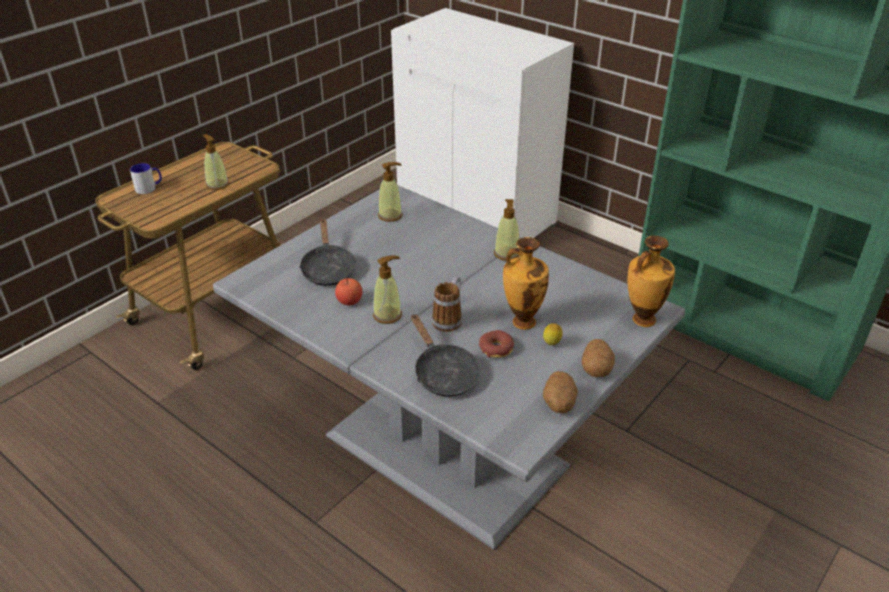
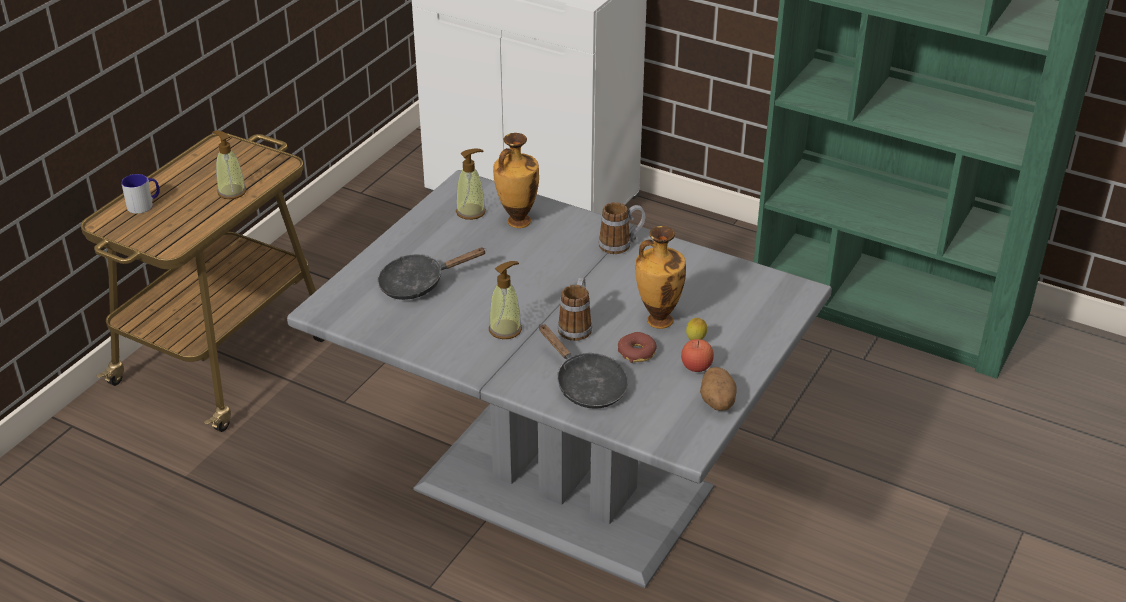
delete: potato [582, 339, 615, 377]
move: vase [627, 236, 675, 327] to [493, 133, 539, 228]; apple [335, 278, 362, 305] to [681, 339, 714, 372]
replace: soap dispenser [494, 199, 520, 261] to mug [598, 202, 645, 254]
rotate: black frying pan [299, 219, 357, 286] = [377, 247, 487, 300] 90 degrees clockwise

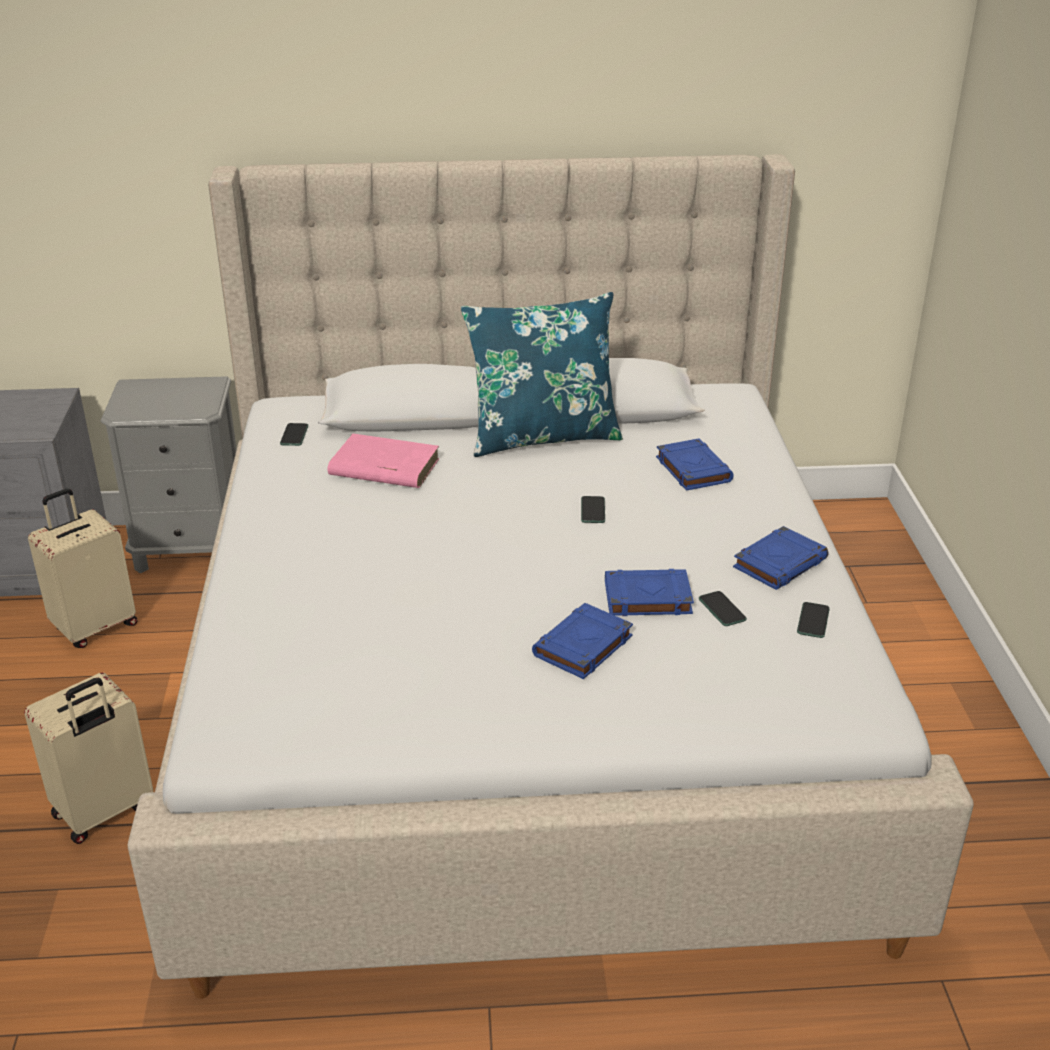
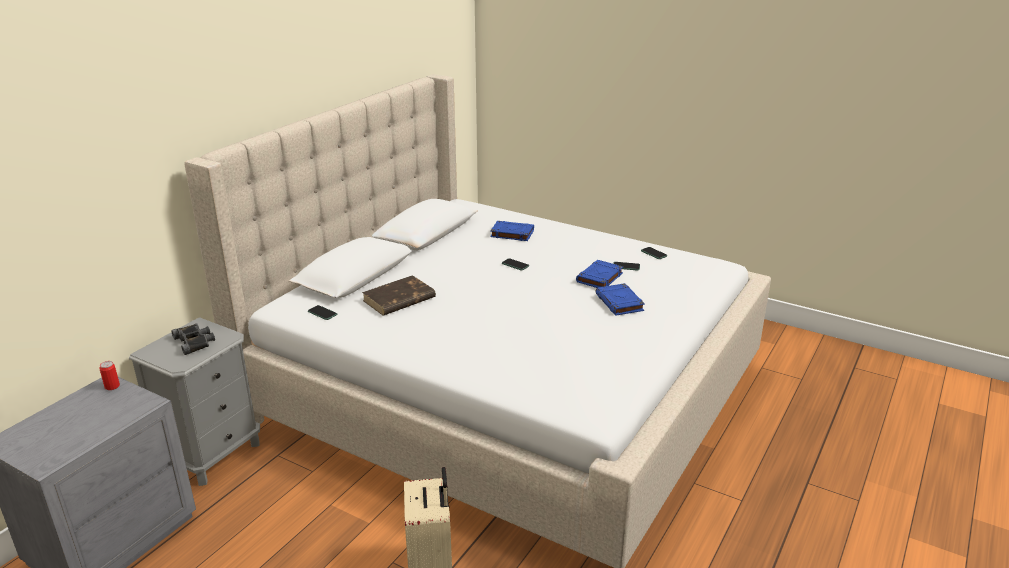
delete: beige suitcase [28, 489, 137, 648]; blue pillow [461, 292, 623, 457]; blue book [733, 526, 828, 590]
insert: can [100, 361, 120, 390]; black binoculars [171, 323, 215, 355]
recolor: pink book [328, 434, 440, 488] to brown book [362, 275, 436, 316]

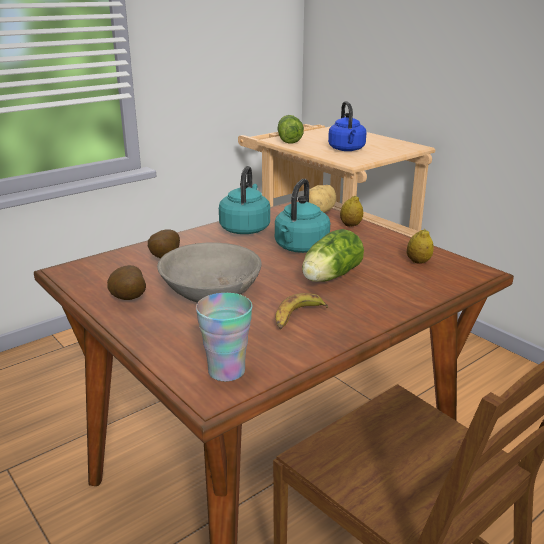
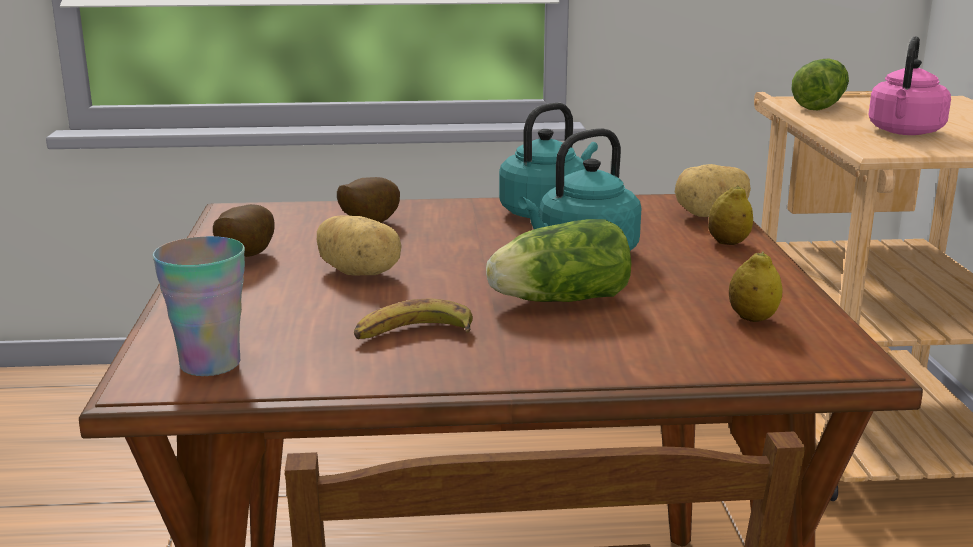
replace: grey bowl [157, 242, 262, 303] to potato [317, 215, 402, 276]
recolor: blue kettle [328, 101, 366, 151] to pink kettle [868, 36, 951, 135]

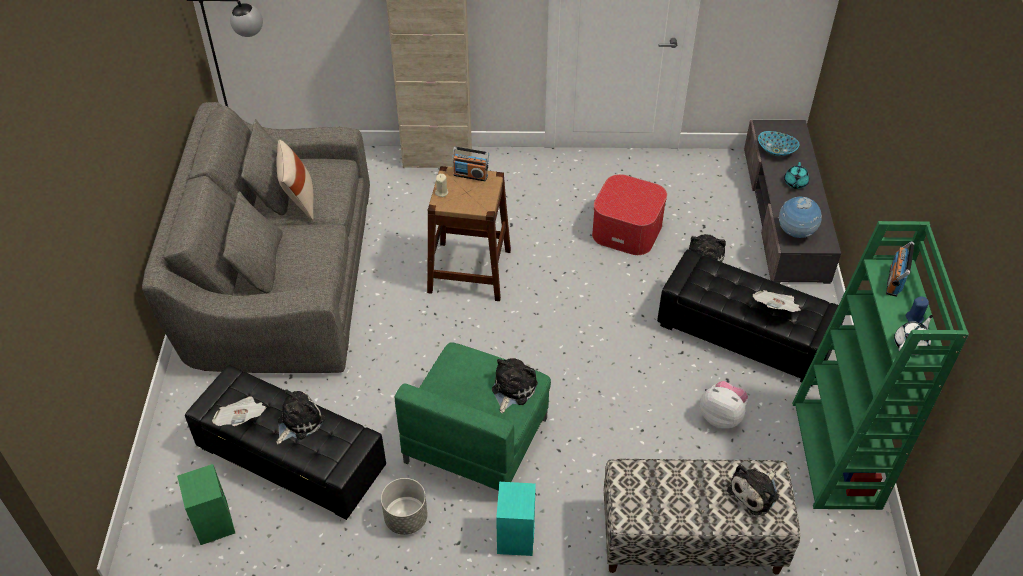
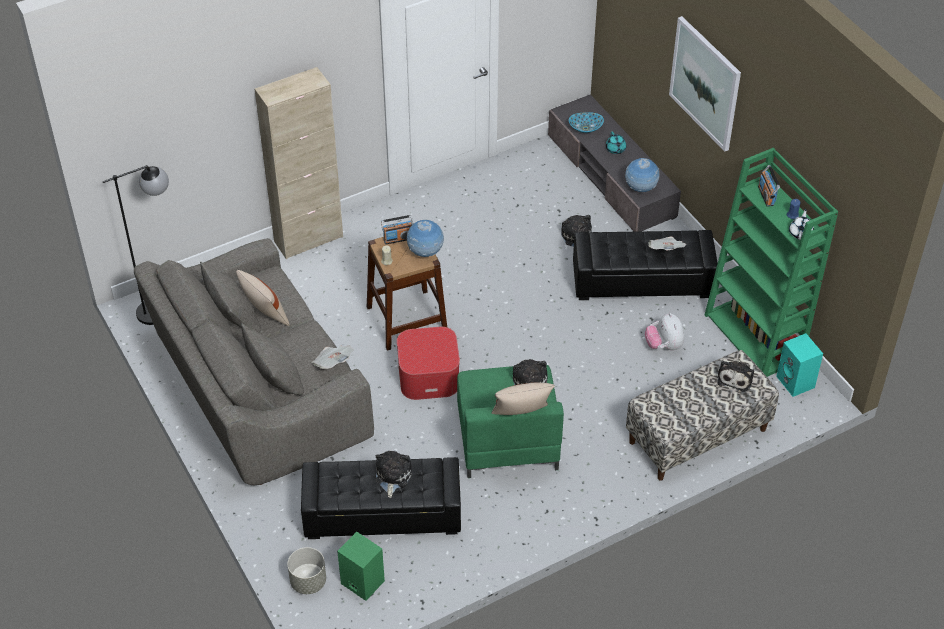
insert: globe [407, 220, 444, 257]; beige pillow [492, 383, 555, 415]; picture [669, 16, 741, 151]
move: grey planter [381, 478, 428, 535] to [287, 547, 326, 594]; newspaper [212, 396, 267, 426] to [311, 345, 354, 369]; ottoman [592, 174, 667, 255] to [397, 327, 460, 400]; turquoise speaker [496, 482, 536, 556] to [776, 333, 823, 397]
rotate: plush toy [700, 381, 748, 429] = [645, 313, 684, 350] 105 degrees counterclockwise

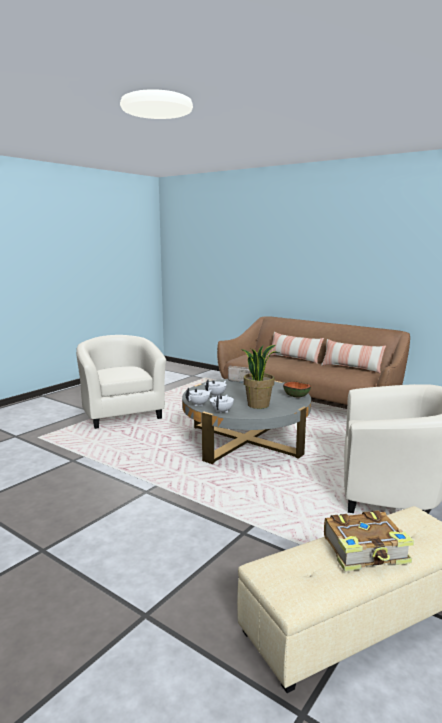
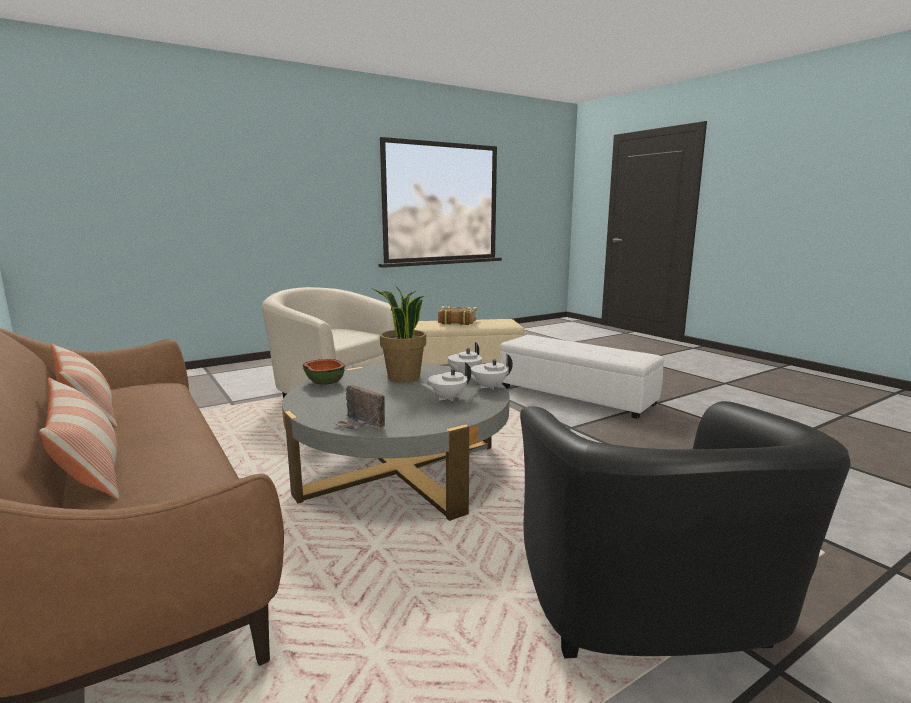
insert: white ottoman [500, 335, 664, 419]
recolor: beige armchair [76, 335, 166, 429] to black armchair [520, 401, 851, 658]

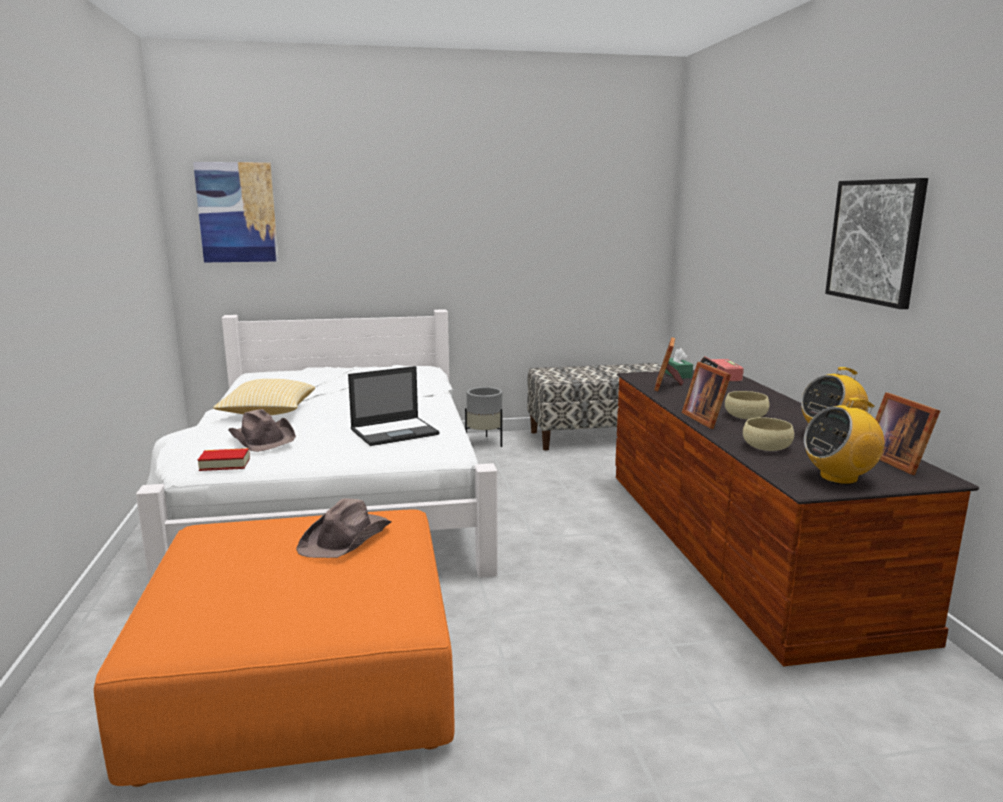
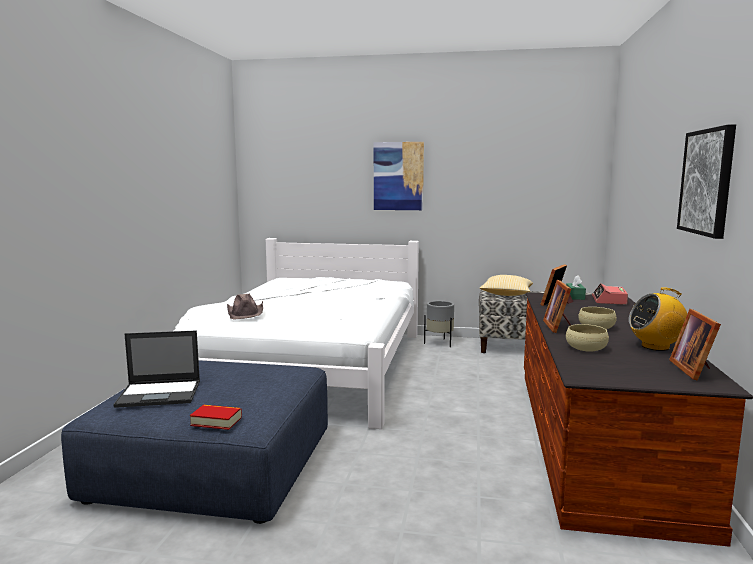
delete: brown hat [296, 498, 392, 558]; radio [804, 398, 884, 485]
move: laptop [348, 366, 440, 446] to [113, 330, 200, 408]; book [198, 448, 250, 471] to [190, 405, 242, 430]; picture [193, 162, 278, 262] to [374, 142, 424, 210]; pillow [213, 379, 315, 415] to [480, 275, 533, 296]
recolor: orange ottoman [94, 509, 454, 787] to blue ottoman [61, 360, 328, 524]

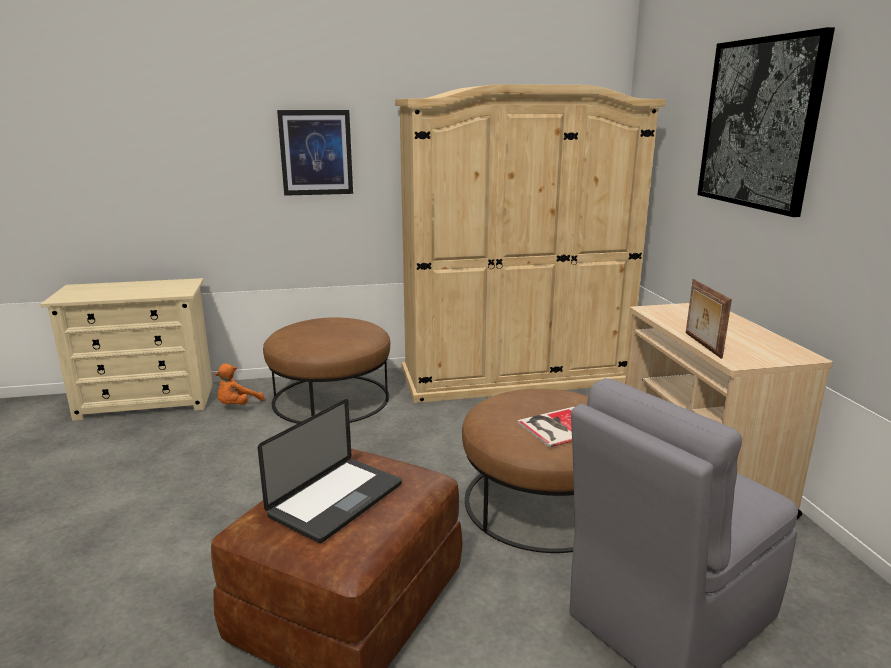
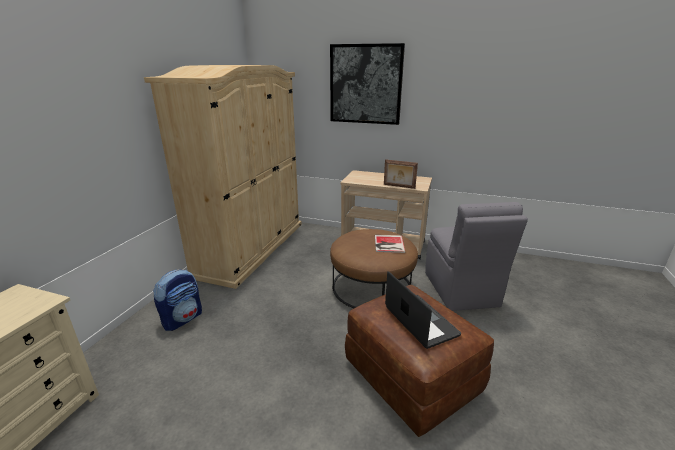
delete: orange plush toy [215, 363, 264, 405]; picture [277, 110, 353, 196]
replace: brown ottoman [263, 317, 390, 424] to backpack [153, 269, 202, 331]

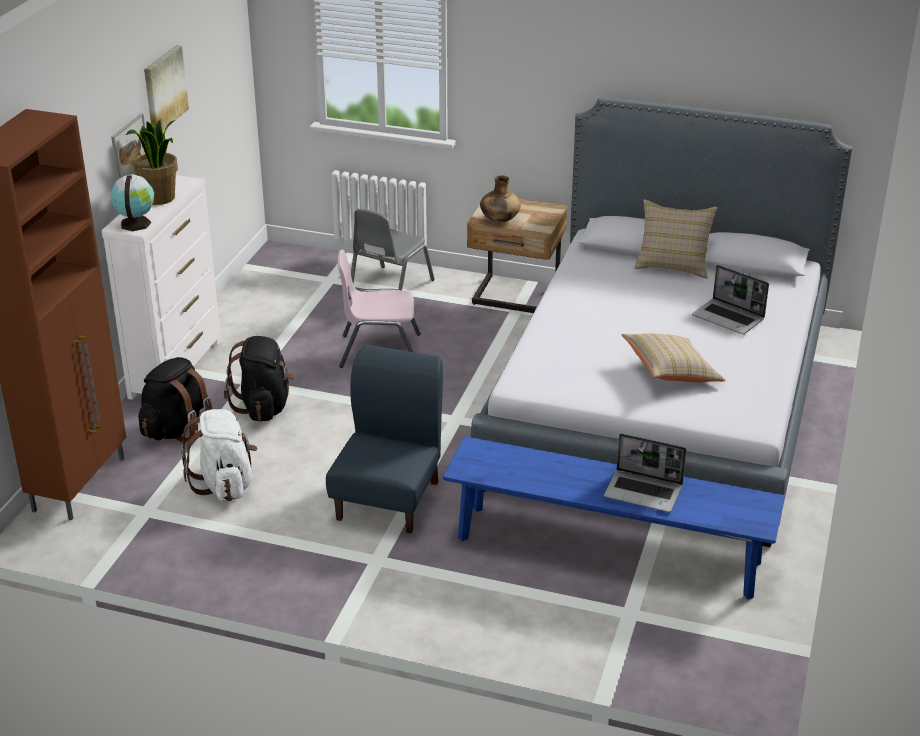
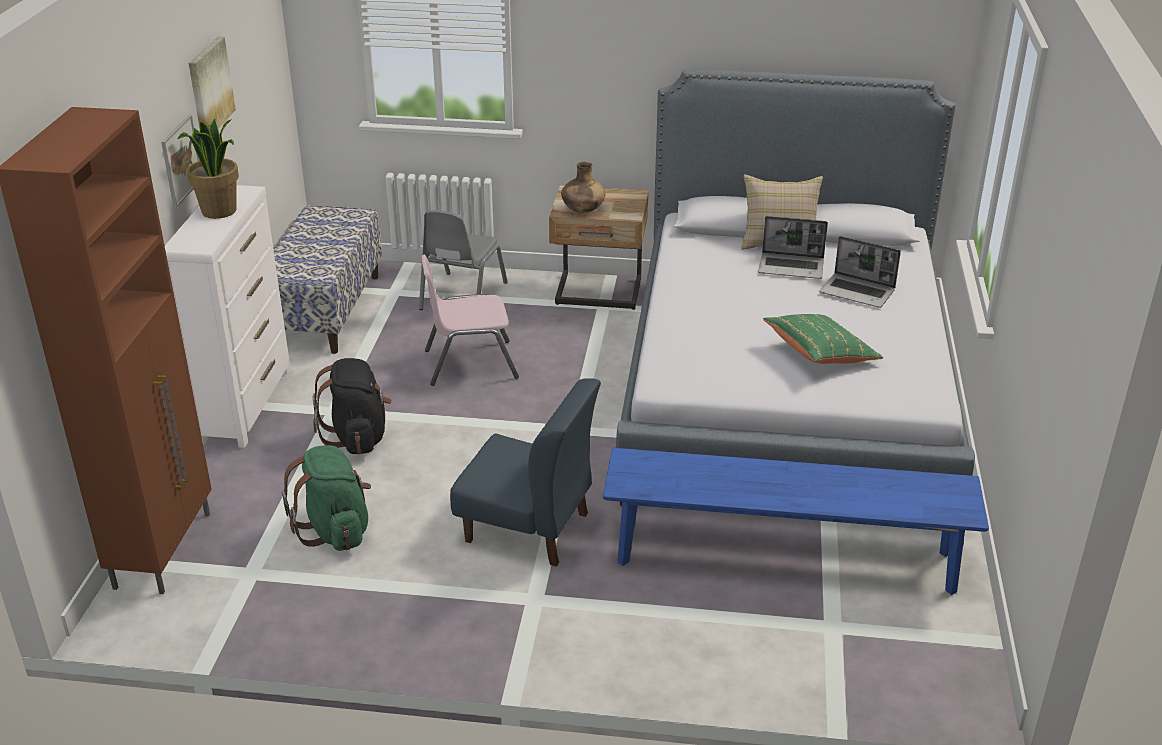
delete: globe [111, 174, 154, 231]; black backpack [138, 357, 212, 443]
insert: bench [274, 205, 382, 354]
move: laptop [604, 433, 686, 512] to [758, 216, 828, 279]
recolor: white backpack [181, 409, 257, 501] to green backpack [282, 445, 371, 551]; beige pillow [622, 333, 725, 383] to green pillow [763, 314, 883, 364]
rotate: blue chair [326, 345, 443, 533] = [450, 378, 601, 567] 105 degrees clockwise

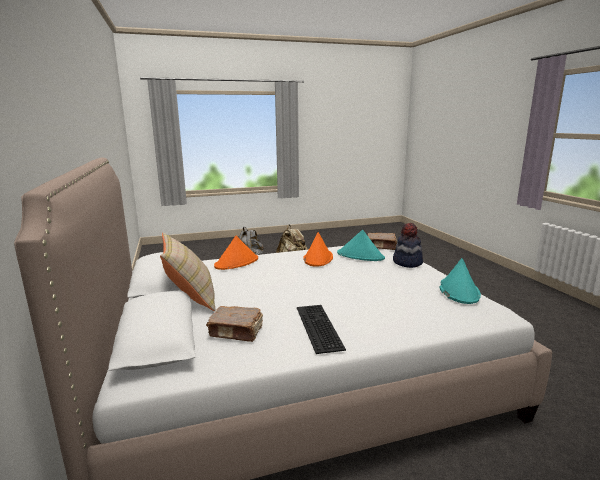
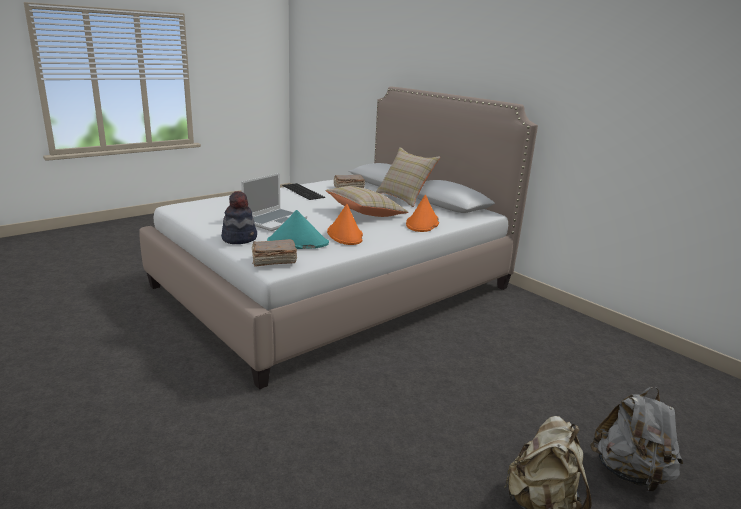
delete: turquoise hat [440, 258, 481, 304]
insert: laptop [241, 173, 307, 231]; beige pillow [325, 186, 409, 217]

